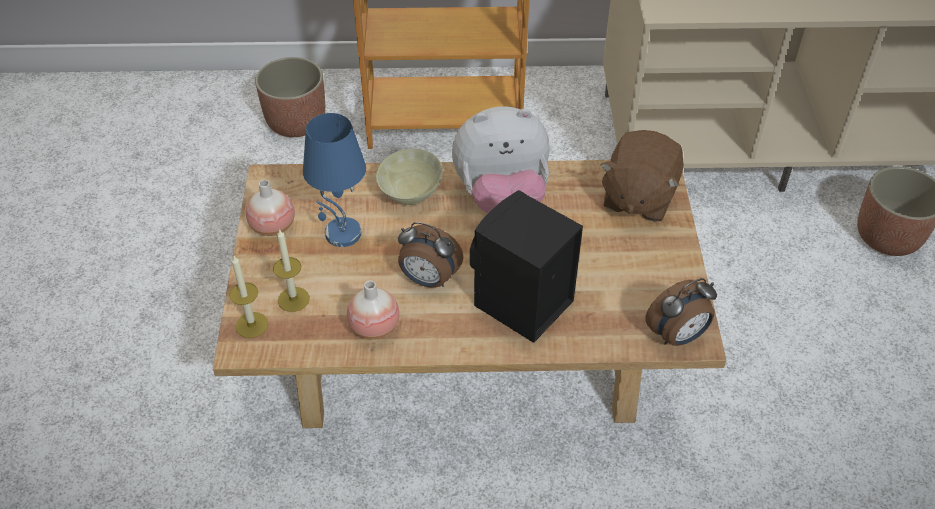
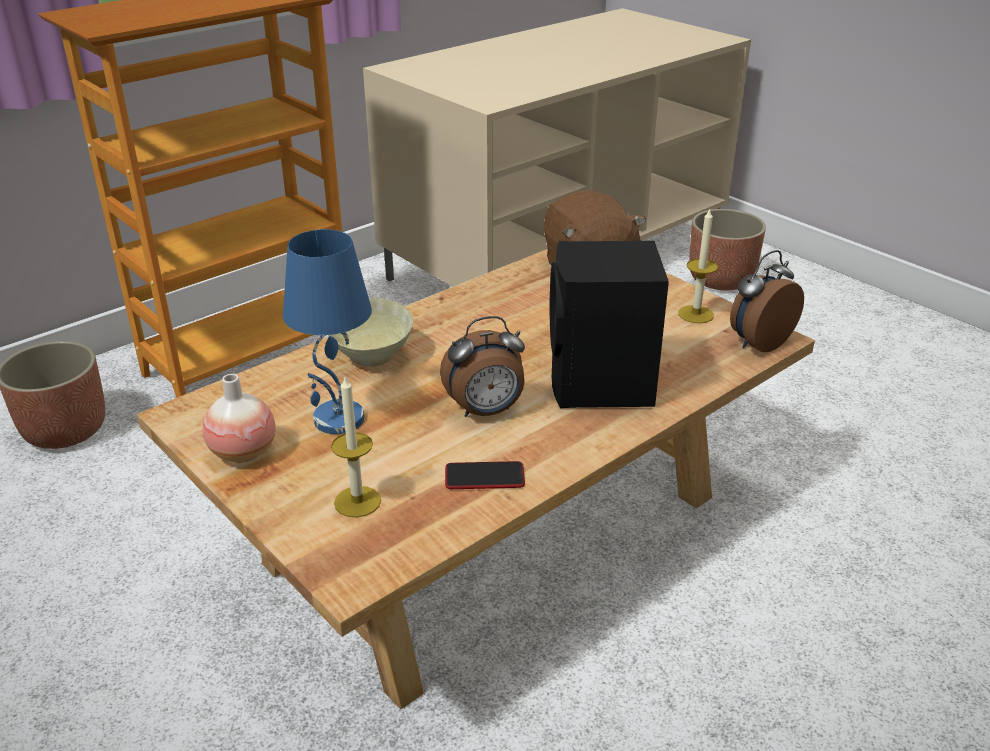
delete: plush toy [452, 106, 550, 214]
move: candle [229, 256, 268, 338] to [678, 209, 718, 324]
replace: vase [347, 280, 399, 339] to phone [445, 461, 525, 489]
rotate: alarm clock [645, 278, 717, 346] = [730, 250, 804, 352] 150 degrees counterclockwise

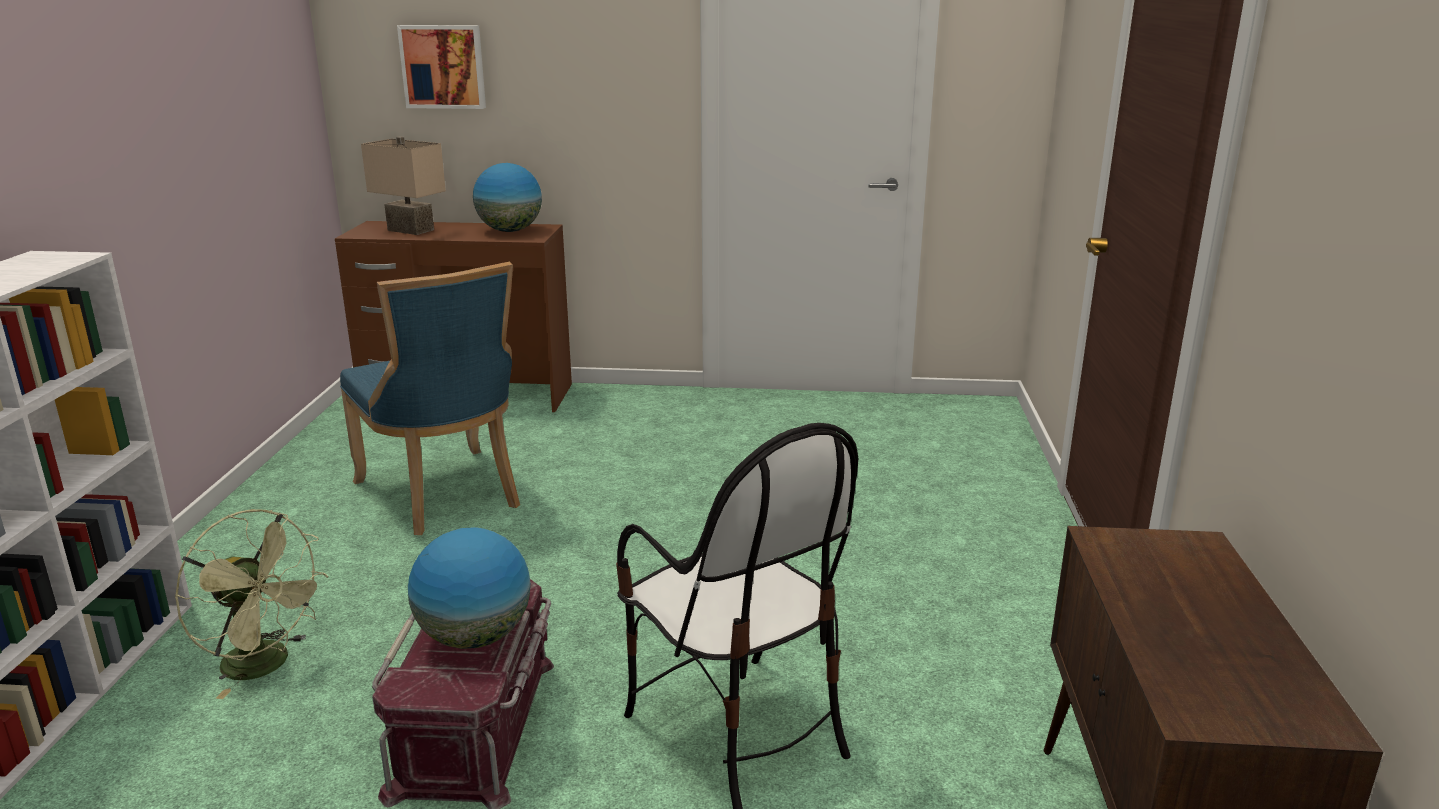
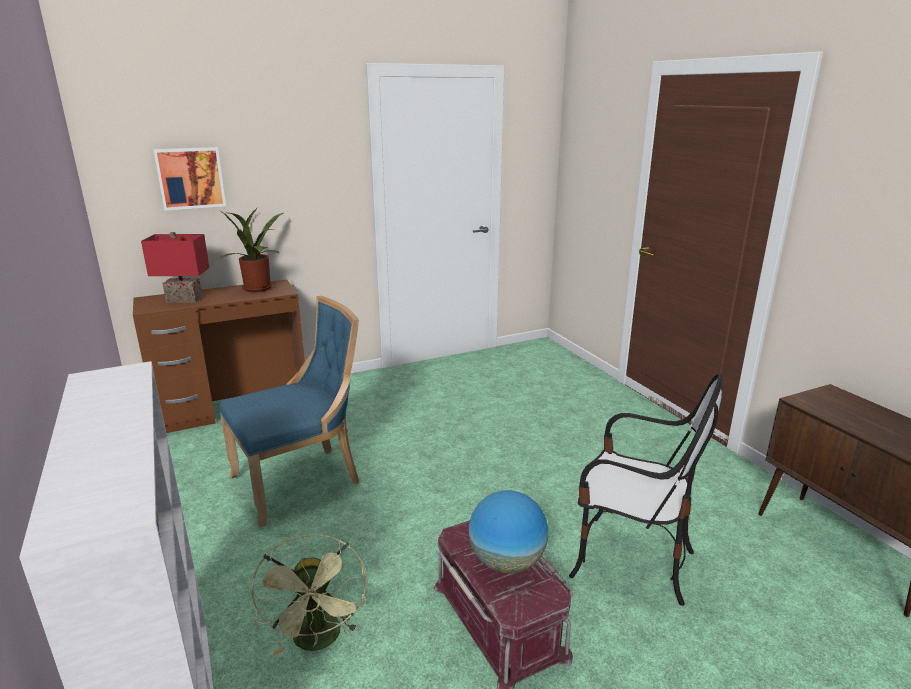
replace: globe [473, 163, 542, 232] to potted plant [218, 207, 283, 292]
recolor: beige table lamp [361, 136, 446, 235] to red table lamp [141, 232, 210, 303]
rotate: blue chair [340, 262, 520, 535] = [219, 296, 359, 527] 60 degrees counterclockwise; green fan [175, 509, 329, 699] = [251, 534, 367, 656] 75 degrees clockwise

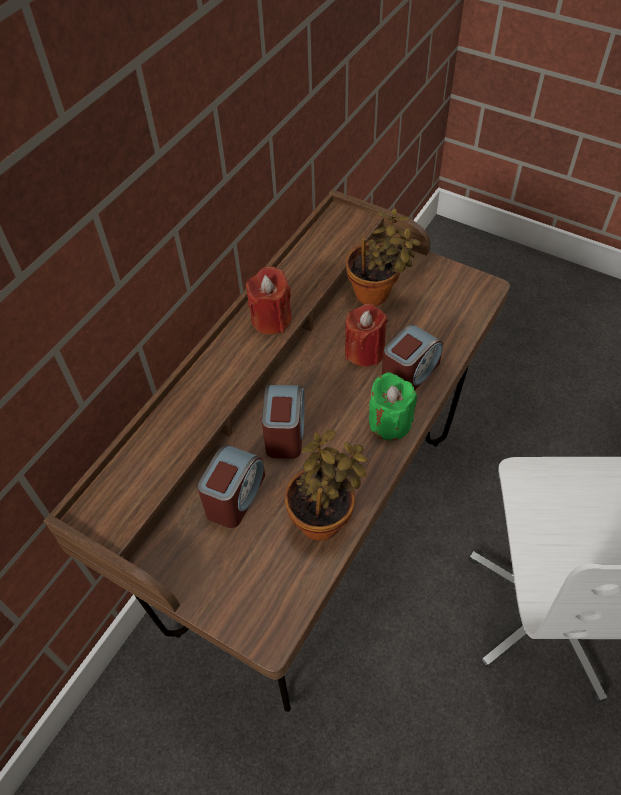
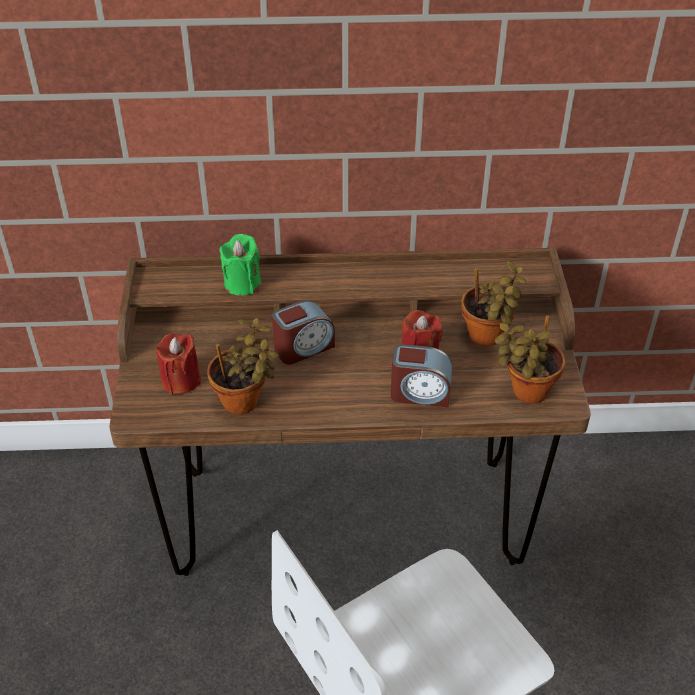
delete: alarm clock [197, 445, 265, 528]
insert: potted plant [495, 315, 565, 404]
move: red candle [246, 266, 292, 334] to [156, 333, 201, 395]; green candle [369, 372, 417, 440] to [219, 234, 261, 296]

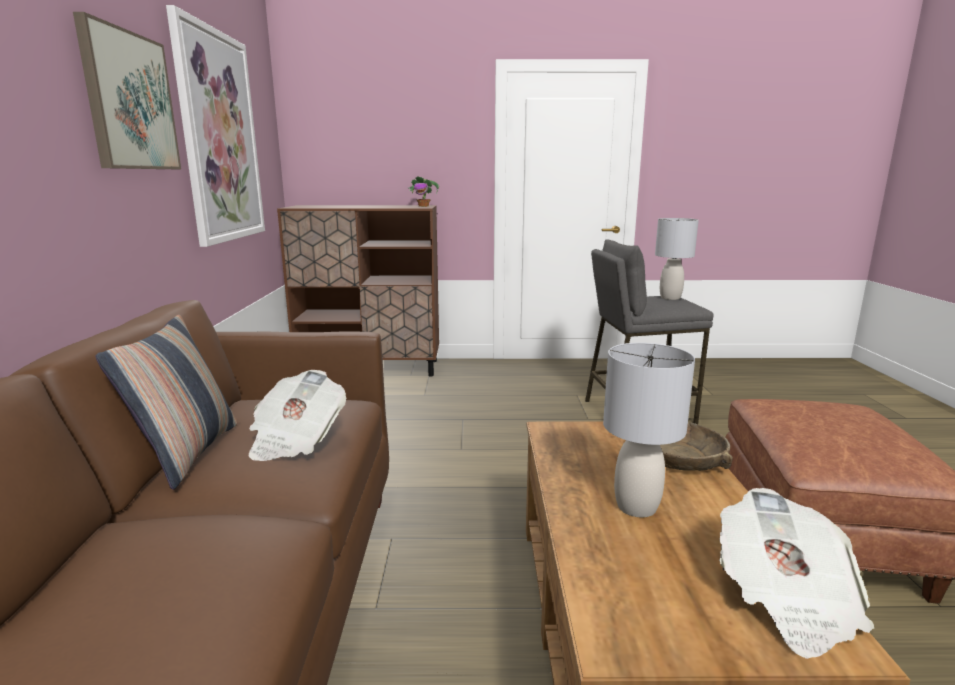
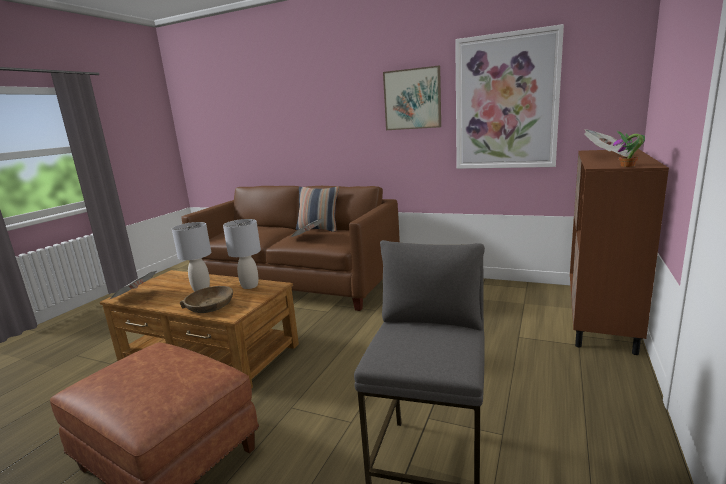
insert: newspaper [585, 129, 631, 157]
move: grey table lamp [655, 218, 699, 300] to [223, 219, 261, 289]

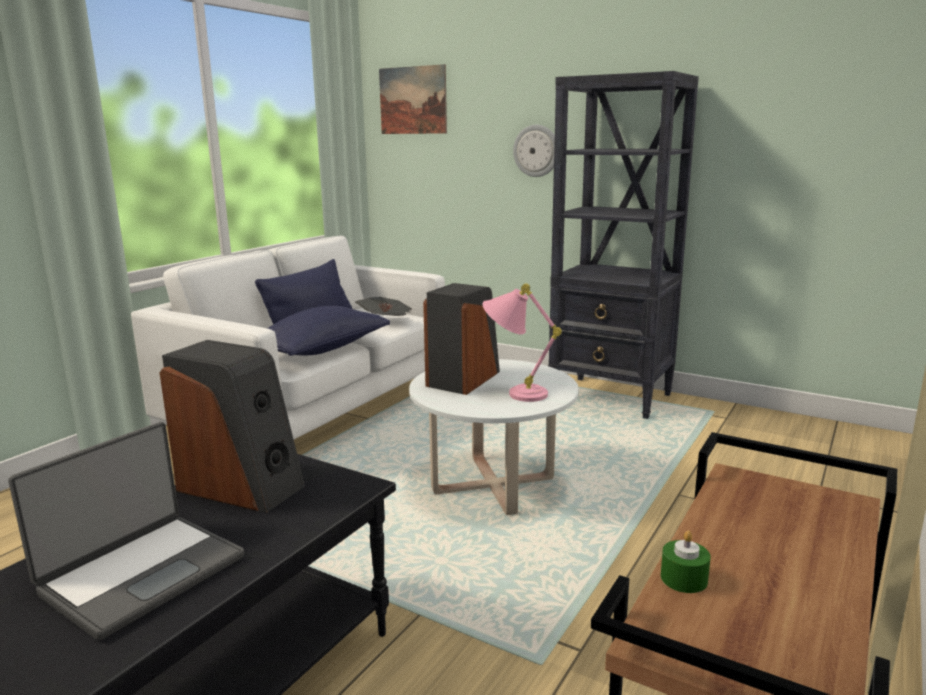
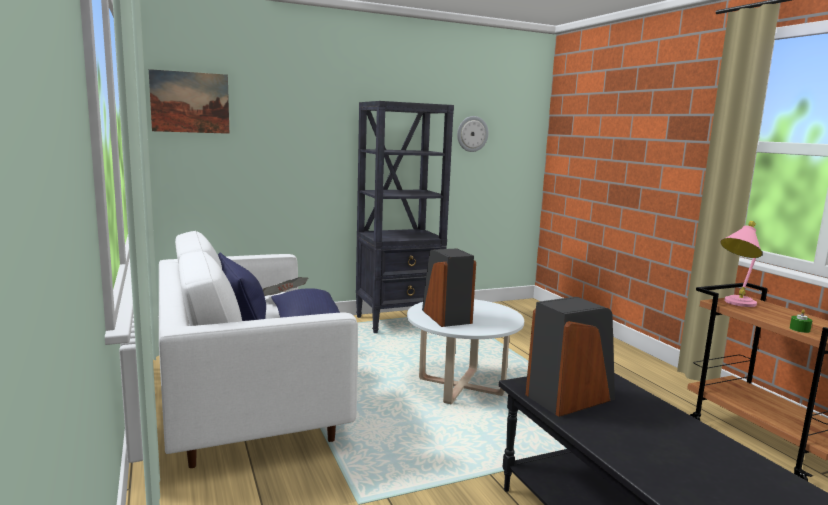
delete: laptop [8, 422, 244, 641]
move: wall clock [513, 125, 555, 177] to [457, 116, 488, 152]; pink table lamp [482, 284, 562, 402] to [720, 221, 763, 307]

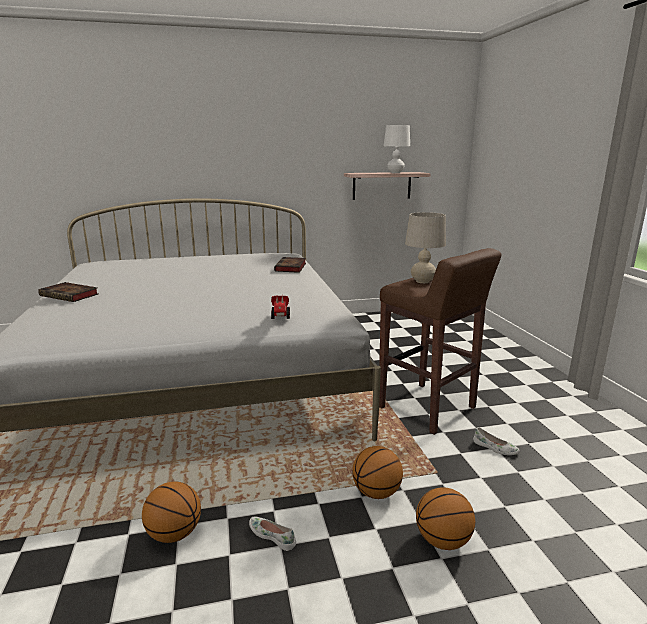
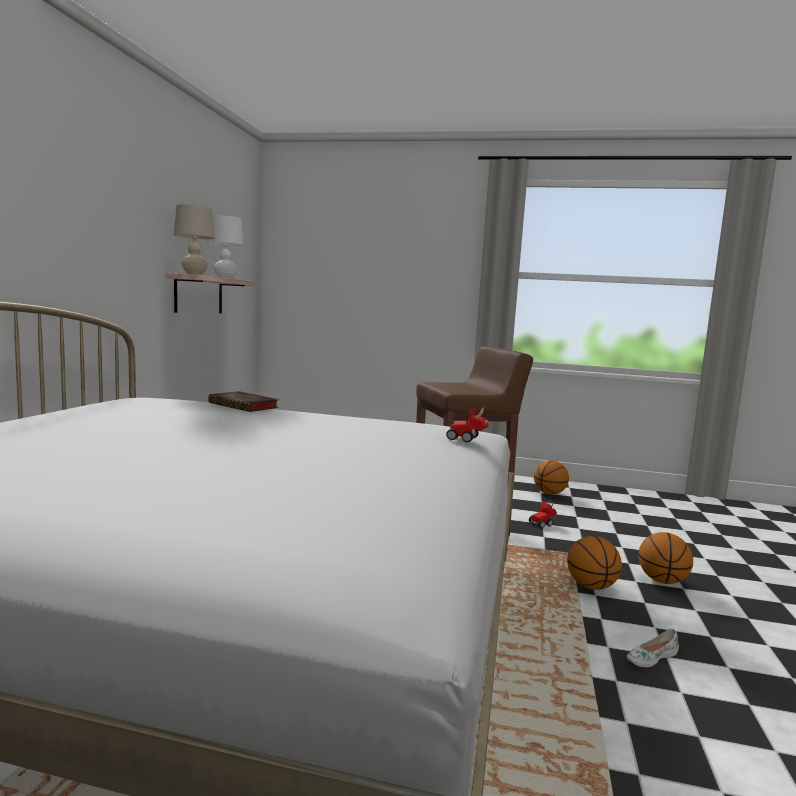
delete: book [38, 282, 98, 302]
move: beige table lamp [405, 212, 446, 283] to [174, 204, 215, 275]; basketball [142, 482, 201, 543] to [534, 460, 569, 495]
replace: white shoe [473, 427, 520, 455] to toy car [529, 499, 557, 528]

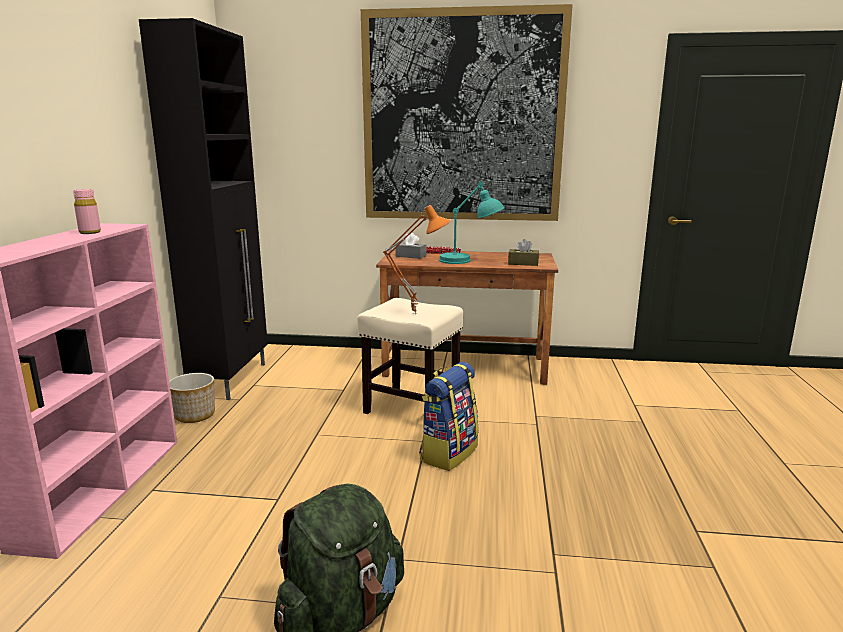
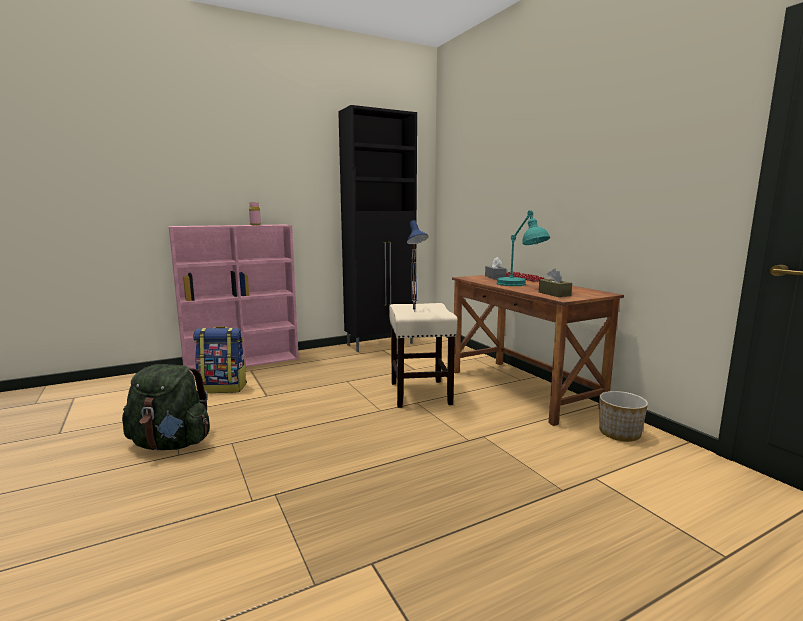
delete: picture [361, 4, 573, 221]
move: backpack [419, 362, 479, 471] to [193, 326, 247, 393]; planter [169, 373, 215, 423] to [599, 391, 648, 442]
recolor: orange table lamp [383, 205, 450, 314] to blue table lamp [407, 220, 429, 312]

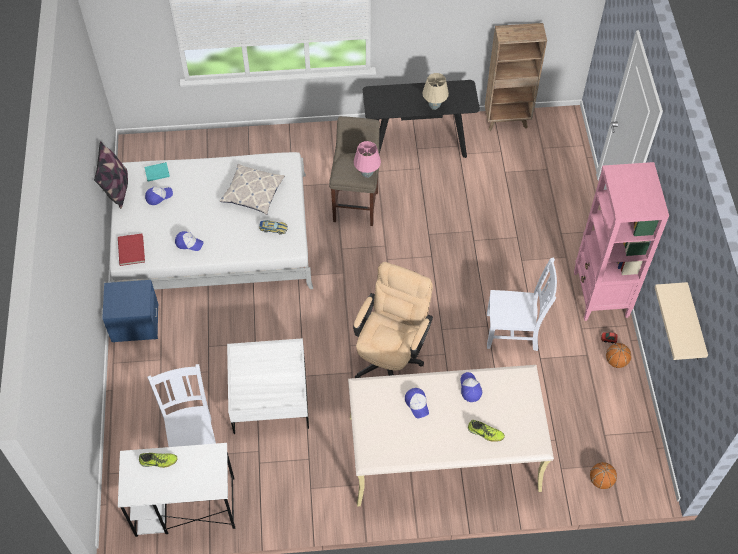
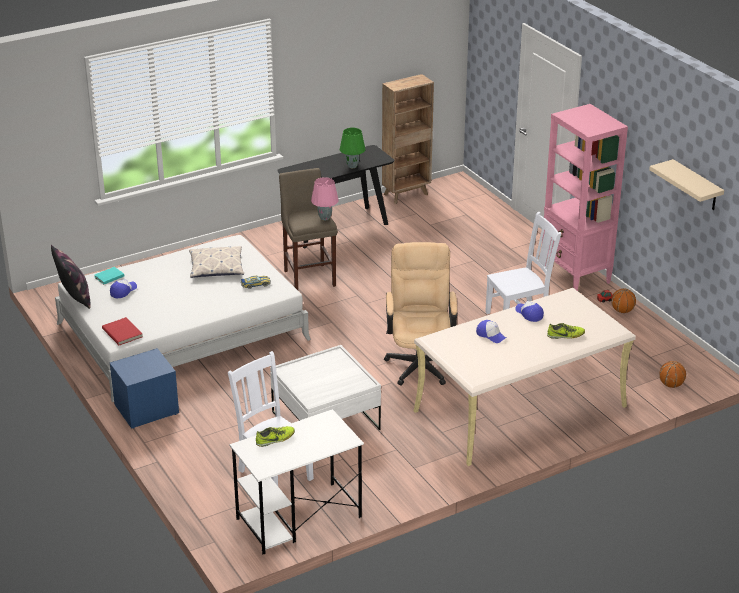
delete: cap [175, 231, 204, 251]
recolor: beige table lamp [422, 73, 449, 110] to green table lamp [340, 128, 365, 168]

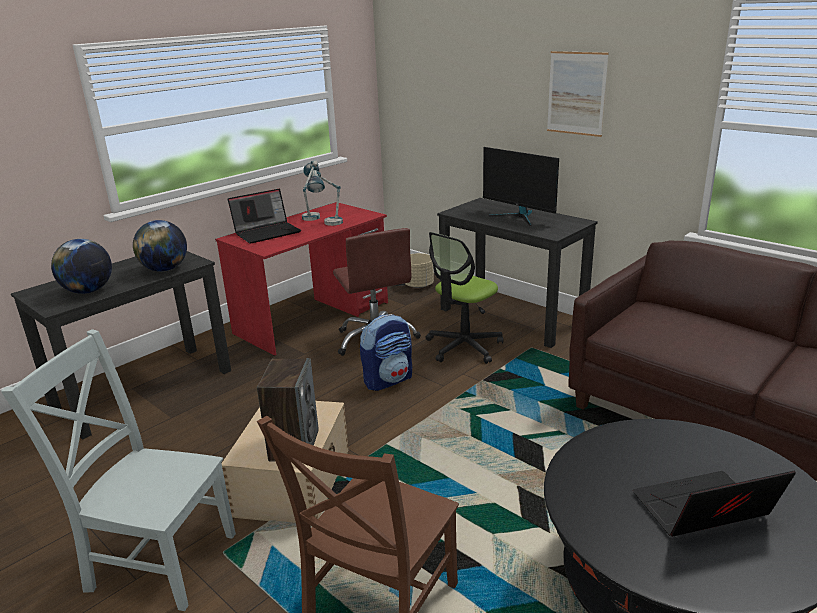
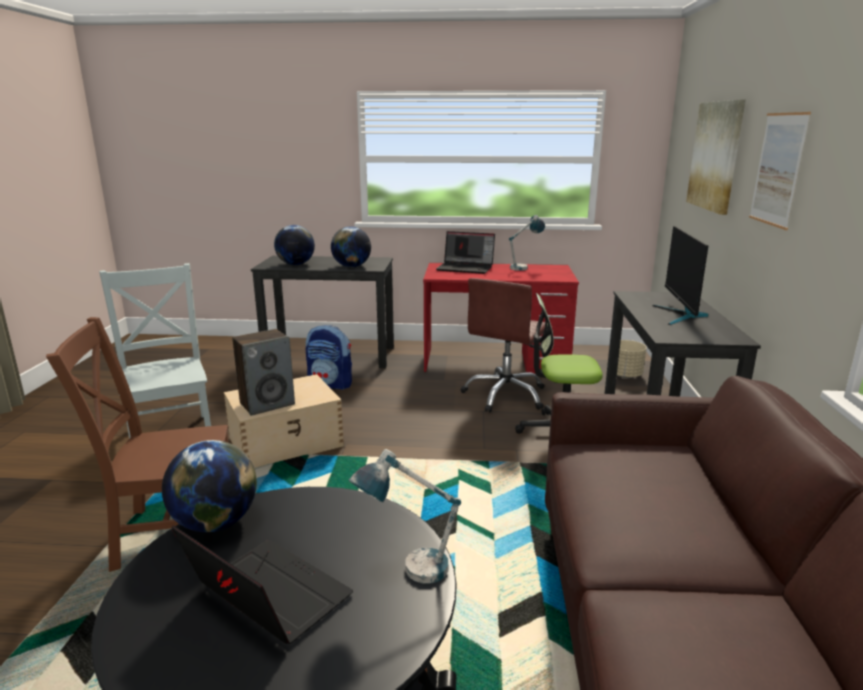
insert: globe [162, 440, 257, 532]; picture [686, 99, 746, 215]
move: backpack [360, 314, 412, 391] to [306, 325, 352, 390]; table lamp [307, 170, 343, 226] to [349, 449, 461, 584]

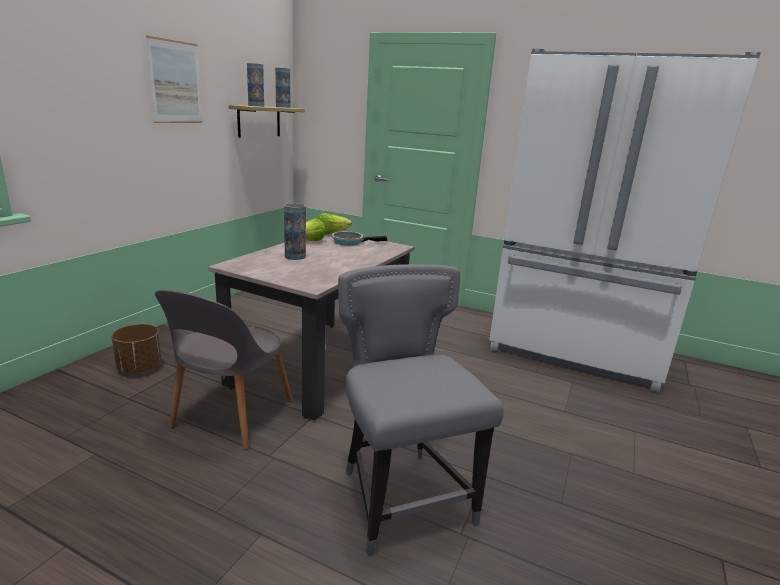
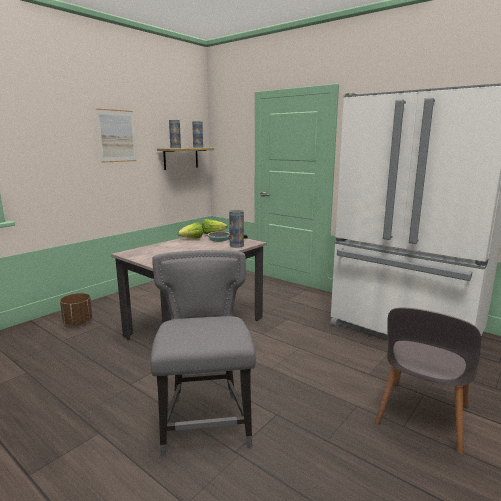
move: vase [284, 203, 306, 260] to [229, 210, 244, 248]; grey chair [155, 290, 293, 449] to [375, 307, 481, 454]

